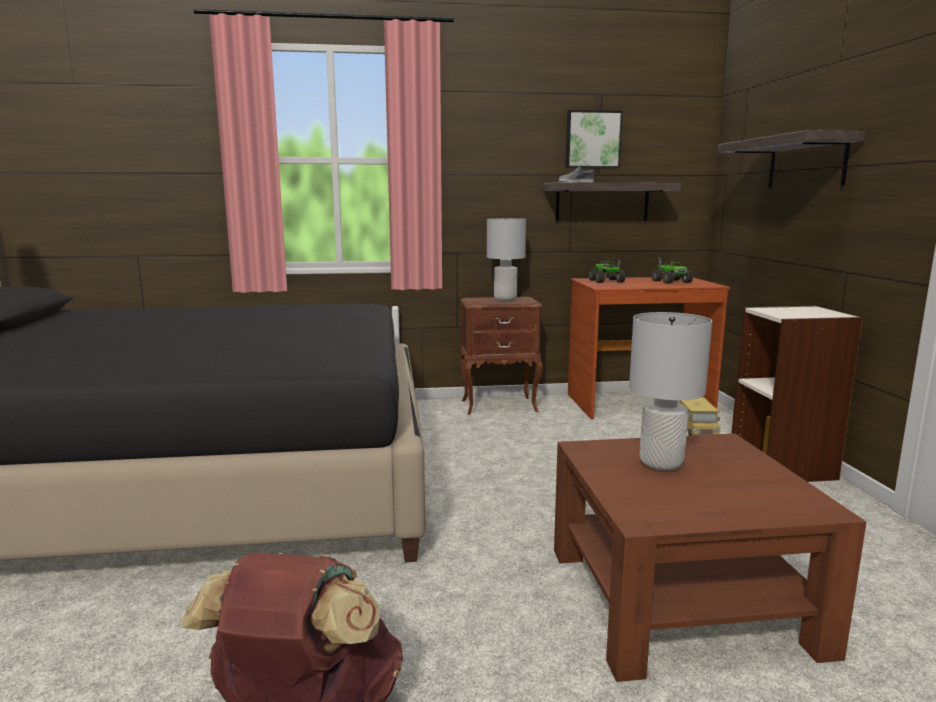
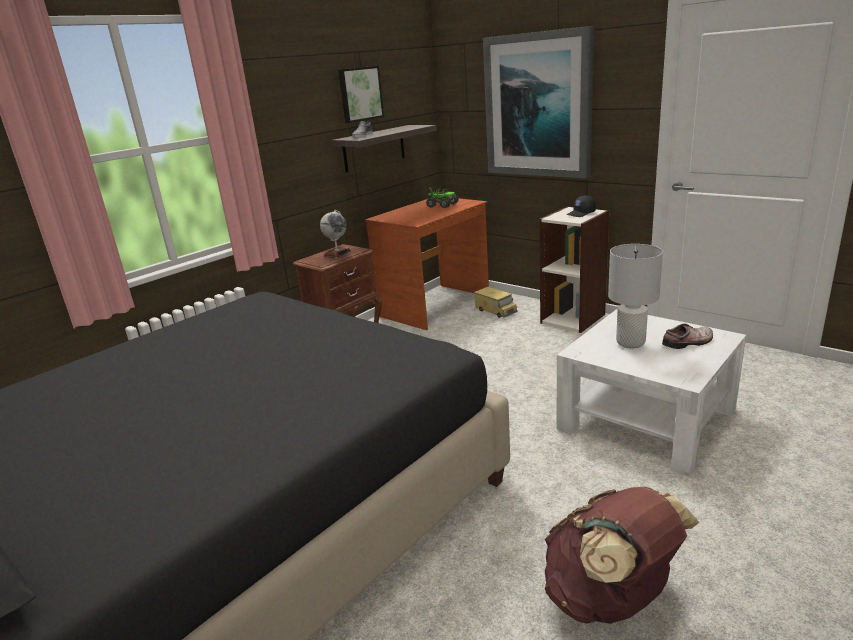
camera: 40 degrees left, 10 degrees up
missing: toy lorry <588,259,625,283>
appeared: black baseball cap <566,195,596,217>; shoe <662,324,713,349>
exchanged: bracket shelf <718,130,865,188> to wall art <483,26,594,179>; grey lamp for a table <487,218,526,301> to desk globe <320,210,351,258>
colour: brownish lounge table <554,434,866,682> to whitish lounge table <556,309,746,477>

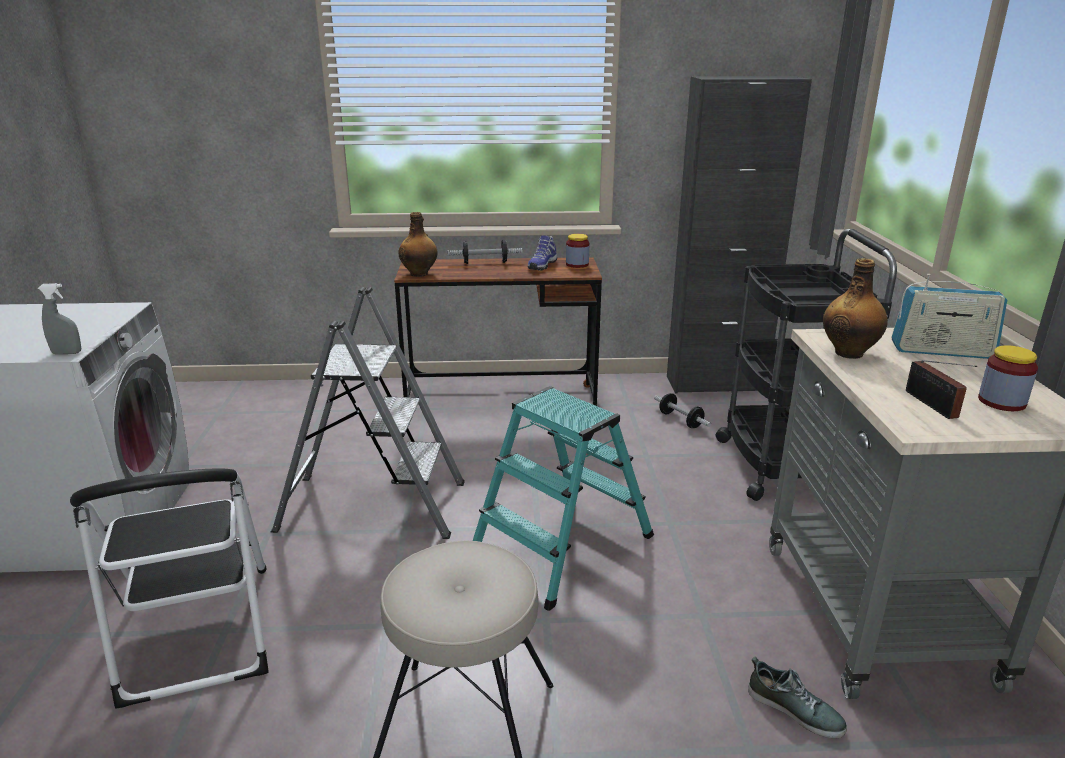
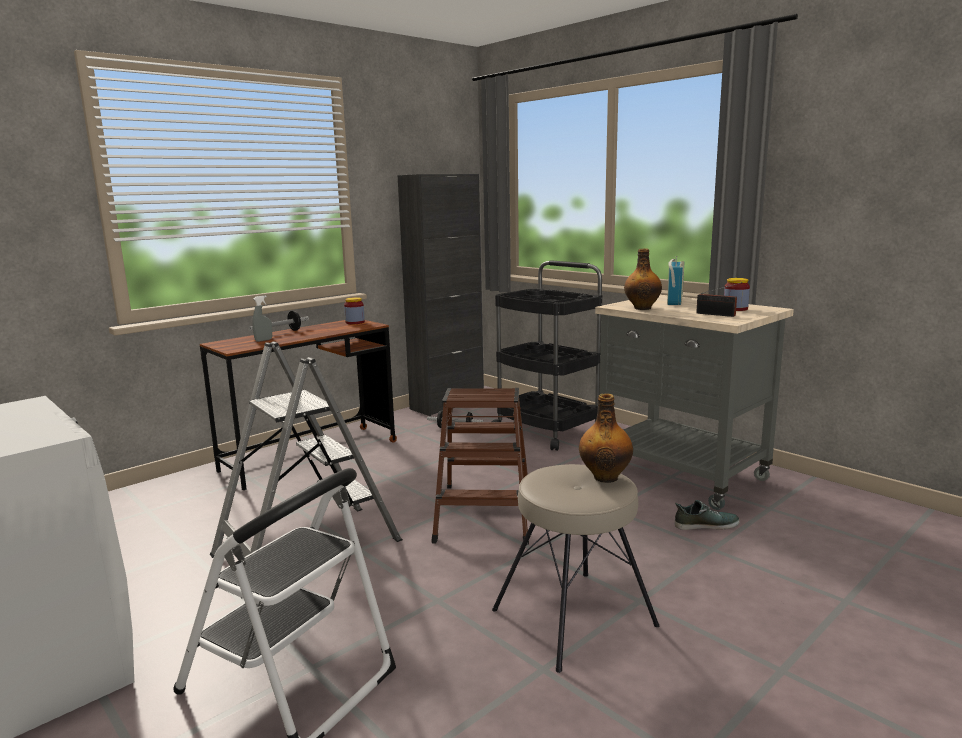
camera: 40 degrees left, 10 degrees down
missing: shoe <528,235,557,271>
relocated: beverage bottle <399,212,438,277> to <579,393,633,483>; grey hand sprayer <38,283,81,354> to <252,295,272,342>
colour: blue-green step ladder <473,386,654,611> to brownish step ladder <431,388,529,545>
spun: radio receiver <891,274,1007,359> = <667,256,685,305> 45 degrees counterclockwise

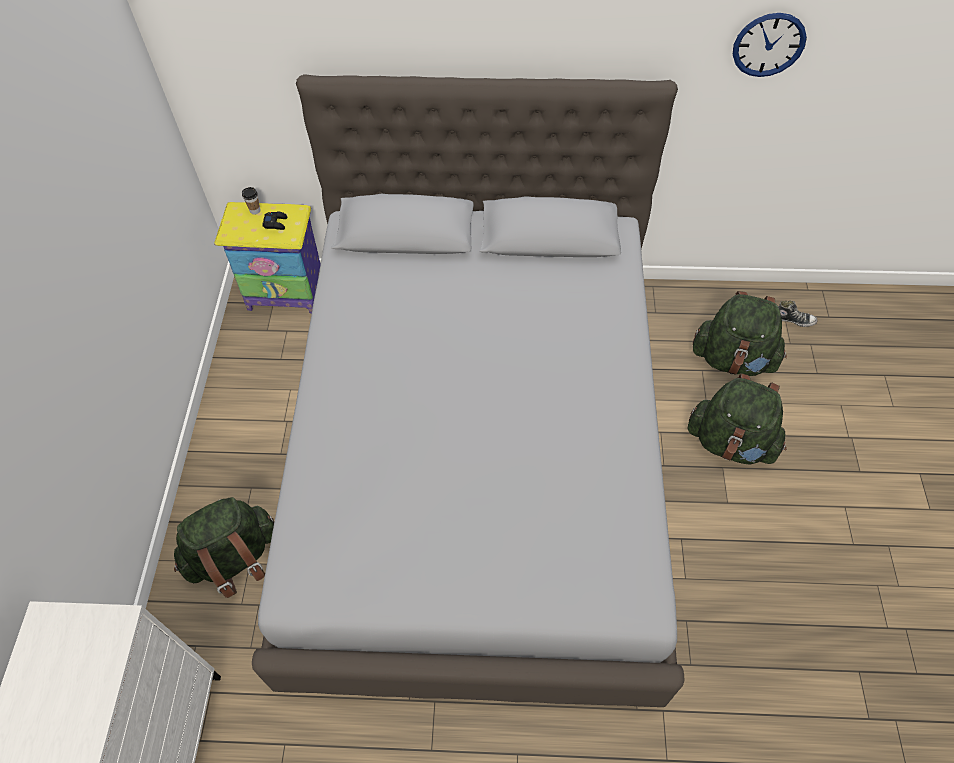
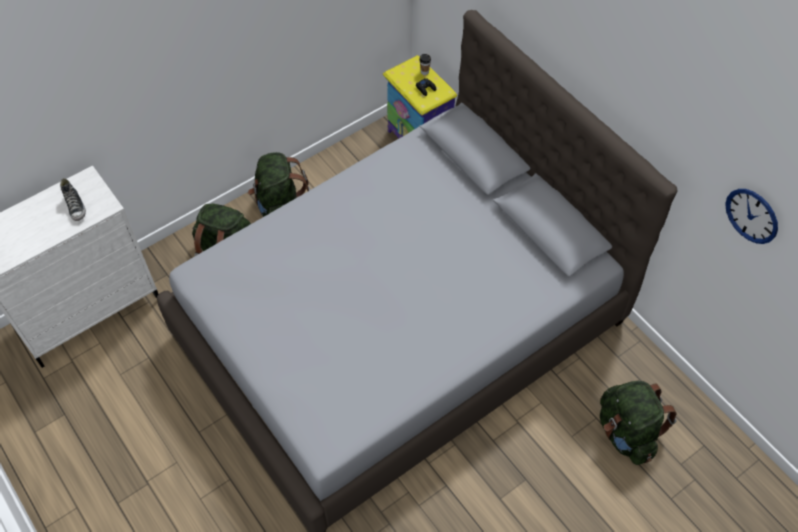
camera: 50 degrees right, 0 degrees up
relocated: shoe <778,301,818,327> to <60,178,86,221>; green-coloured backpack <688,373,787,465> to <248,152,310,217>

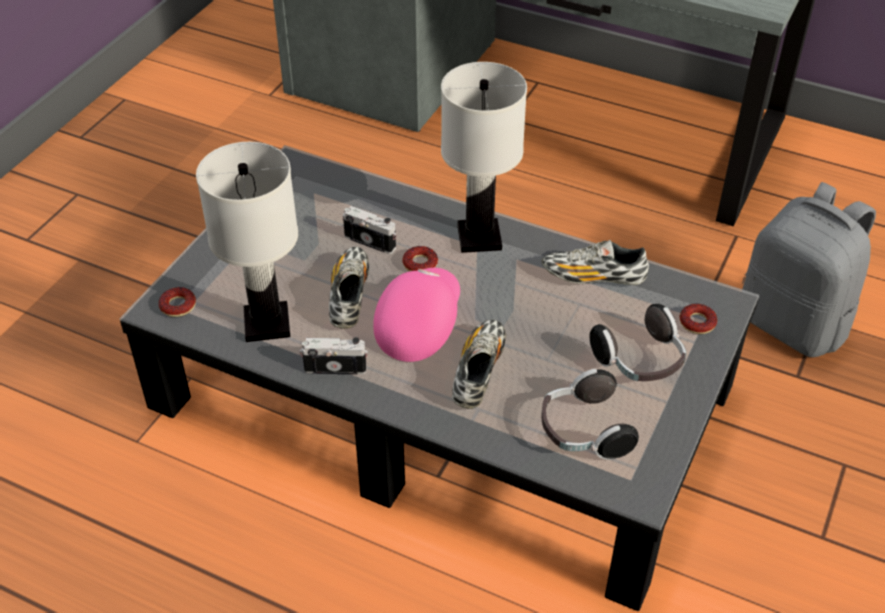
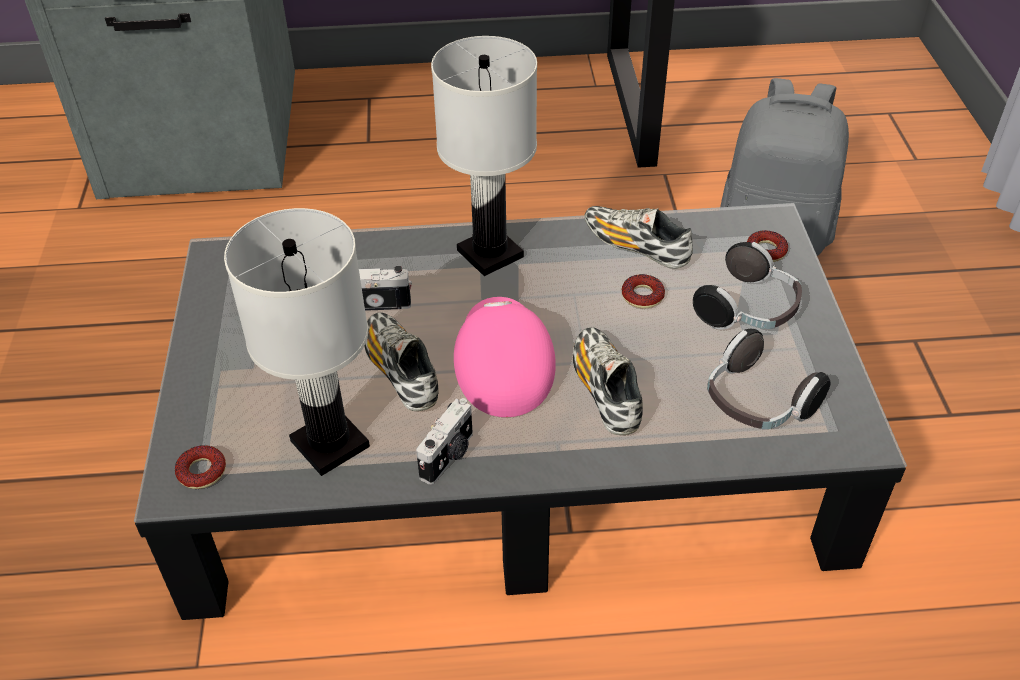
camera: 30 degrees left, 0 degrees up
relocated: donut <403,246,438,271> to <622,274,665,309>
spun: shoe <542,240,649,285> = <585,206,693,269> 60 degrees clockwise; photo camera <300,337,368,374> = <416,398,473,485> 150 degrees clockwise

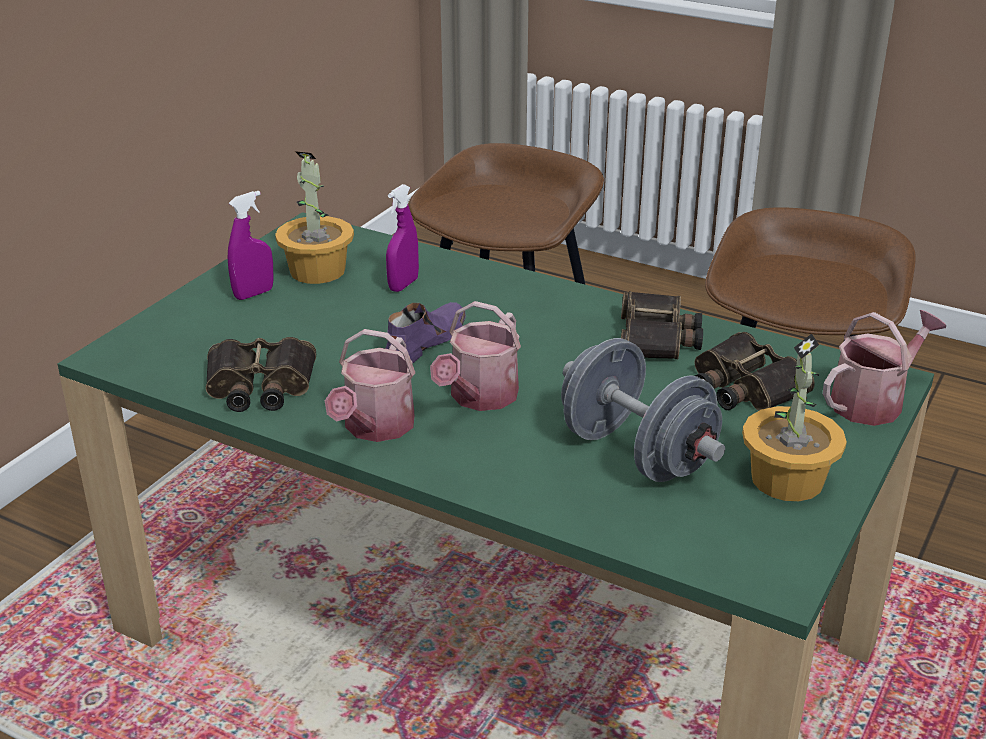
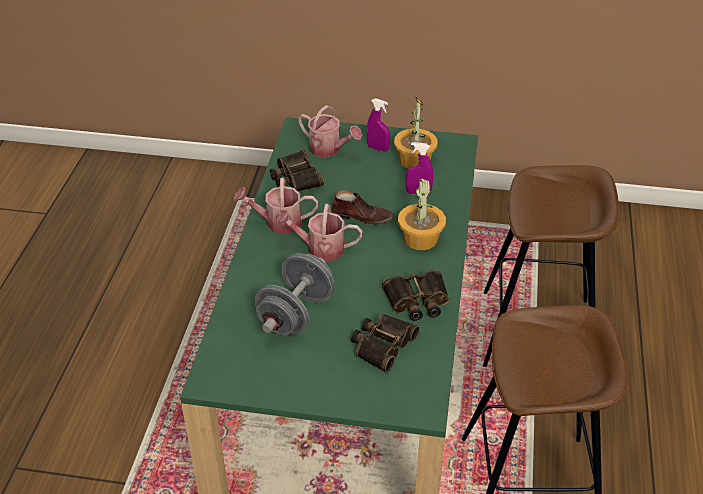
camera: 70 degrees right, 10 degrees up
relocated: watering pot <823,310,946,426> to <298,105,362,157>; potted plant <742,333,847,501> to <398,179,446,250>
colour: purple shoe <385,302,466,363> to brownish shoe <331,190,394,225>

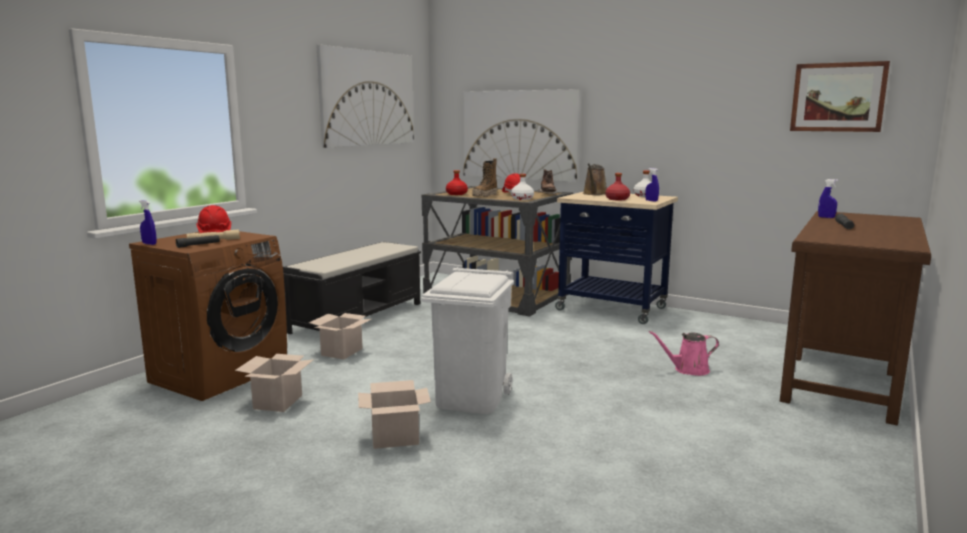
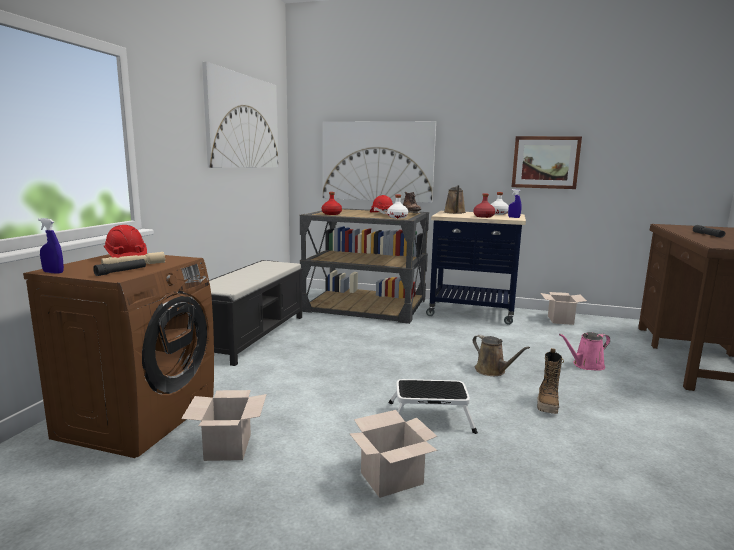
camera: 15 degrees left, 0 degrees up
missing: blue hand sprayer <818,179,838,218>
appeared: brownish watering pot <473,335,530,376>
relocated: wall art <790,61,890,132> to <512,136,582,189>; high-top boot <472,158,497,197> to <537,348,564,414>; carton <309,313,371,359> to <541,292,587,325>
exchanged: whitish trash can <421,267,514,414> to black step ladder <388,379,478,434>

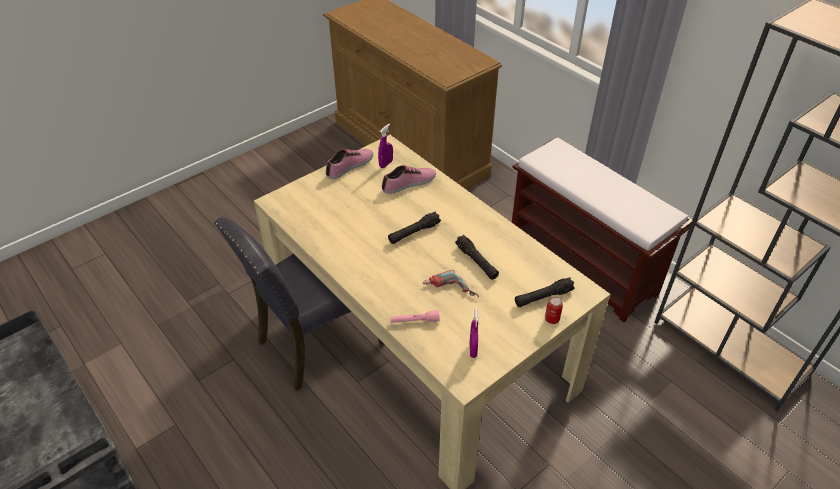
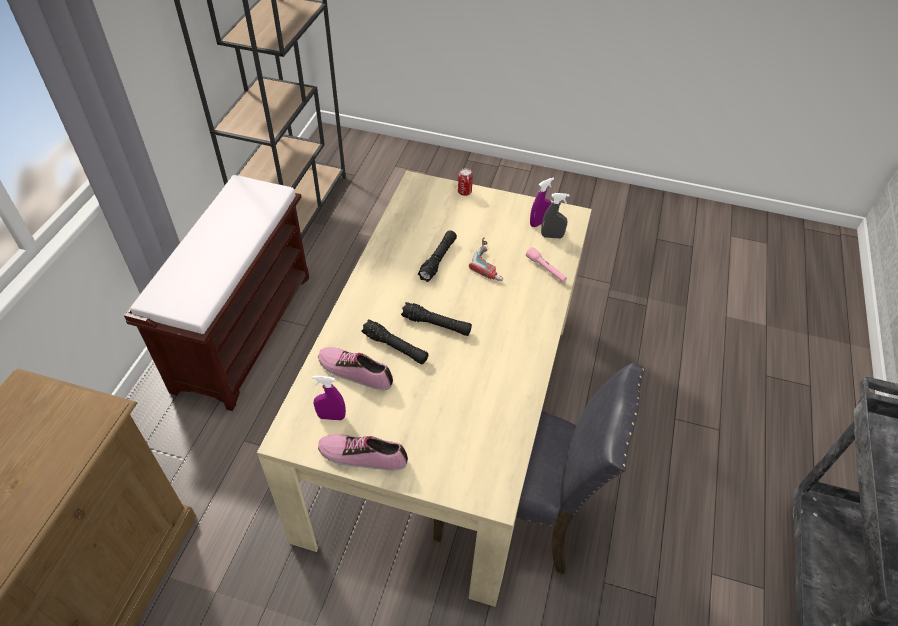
camera: 125 degrees left, 5 degrees up
appeared: grey hand sprayer <541,193,570,239>
relocated: black flashlight <515,277,575,307> to <361,319,429,364>

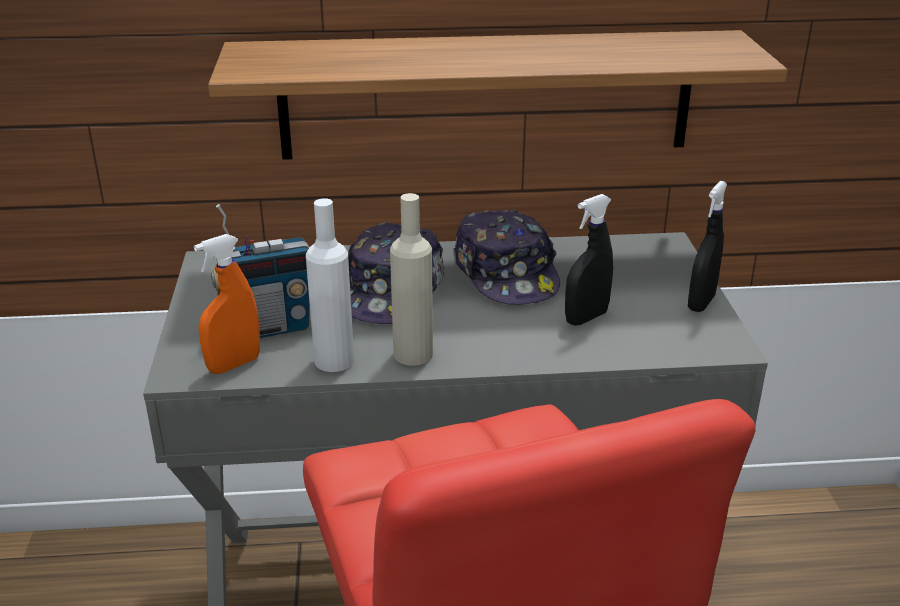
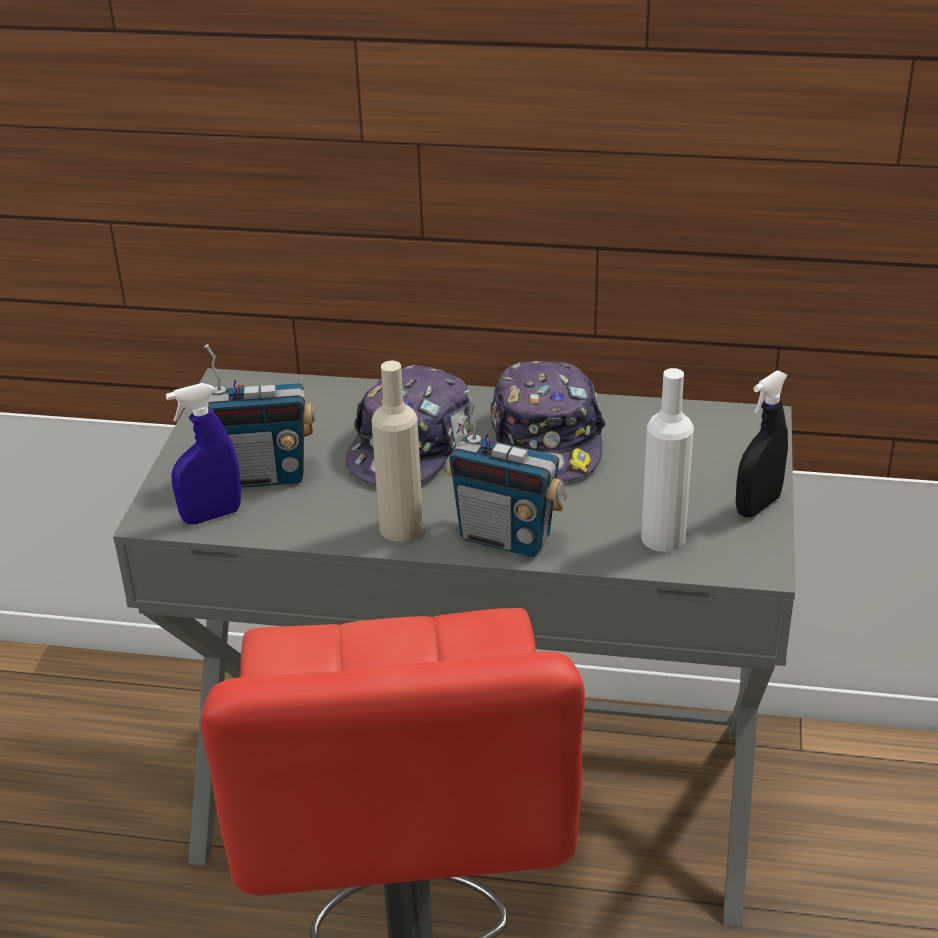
camera: 15 degrees right, 5 degrees up
missing: bracket shelf <208,30,788,160>; black hand sprayer <565,194,613,325>
appeared: radio receiver <445,390,567,557>
relocated: whitish beverage bottle <306,198,354,372> to <641,368,694,552>
colour: orange hand sprayer <194,234,260,374> to blue hand sprayer <166,383,241,524>

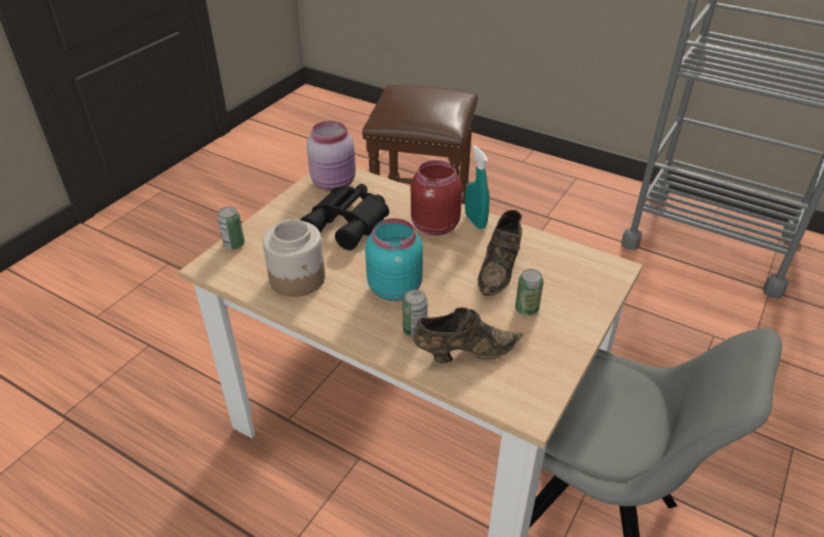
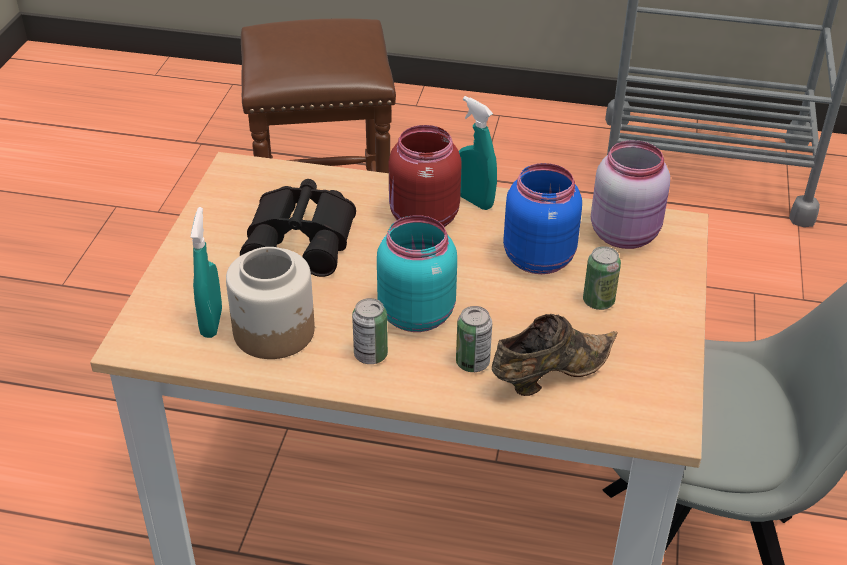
camera: 20 degrees left, 0 degrees up
appeared: blue-green hand sprayer <190,207,222,338>
relocated: pinkish preserve jar <307,121,356,191> to <591,140,670,249>; sealed can <217,207,245,249> to <352,298,388,364>
exchanged: brownish shoe <477,210,522,296> to blue preserve jar <503,163,582,274>

